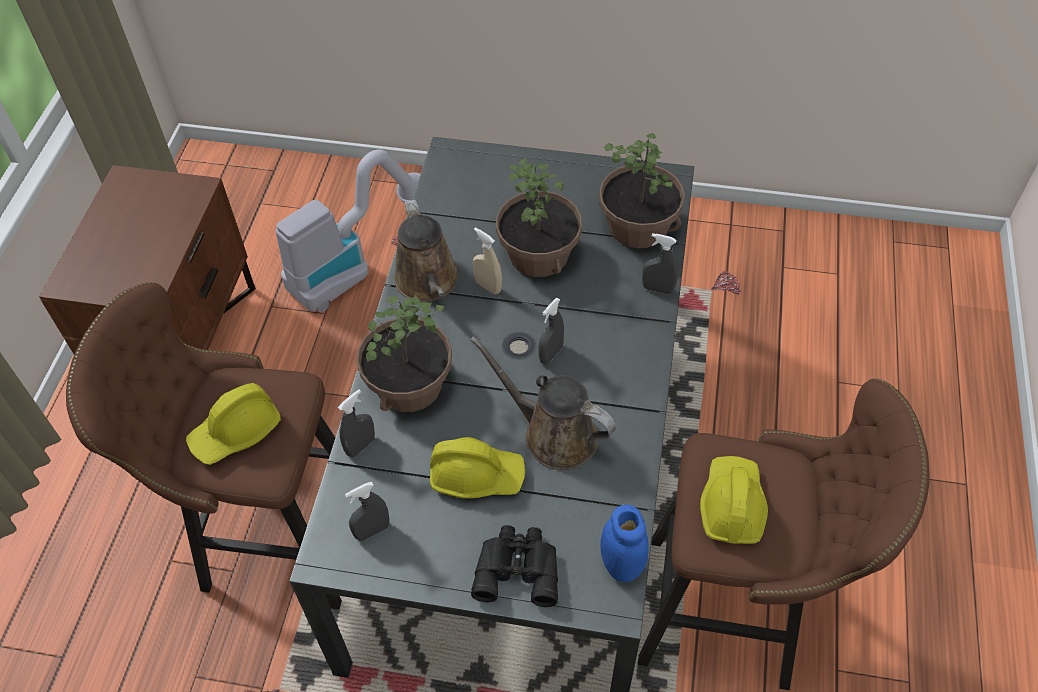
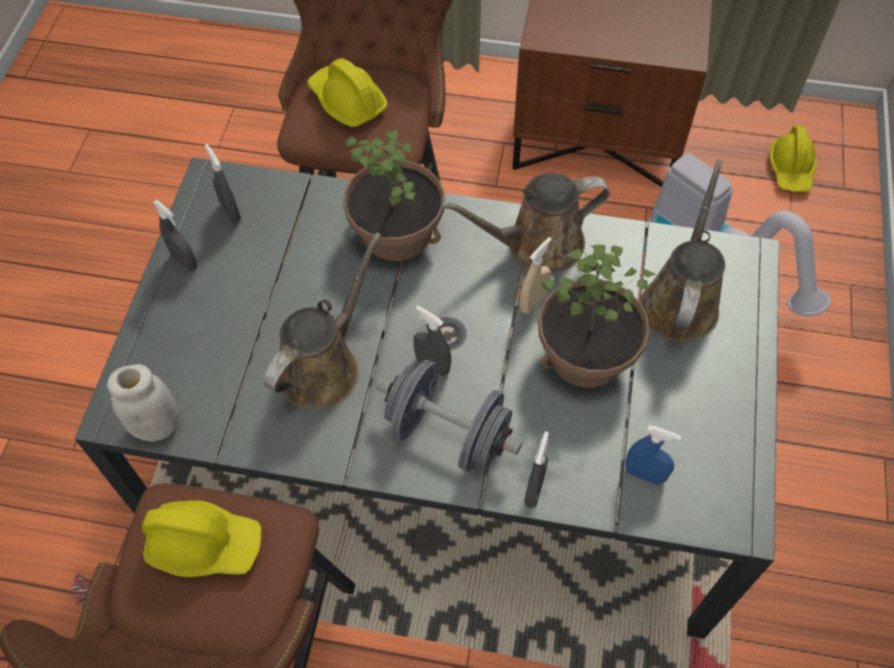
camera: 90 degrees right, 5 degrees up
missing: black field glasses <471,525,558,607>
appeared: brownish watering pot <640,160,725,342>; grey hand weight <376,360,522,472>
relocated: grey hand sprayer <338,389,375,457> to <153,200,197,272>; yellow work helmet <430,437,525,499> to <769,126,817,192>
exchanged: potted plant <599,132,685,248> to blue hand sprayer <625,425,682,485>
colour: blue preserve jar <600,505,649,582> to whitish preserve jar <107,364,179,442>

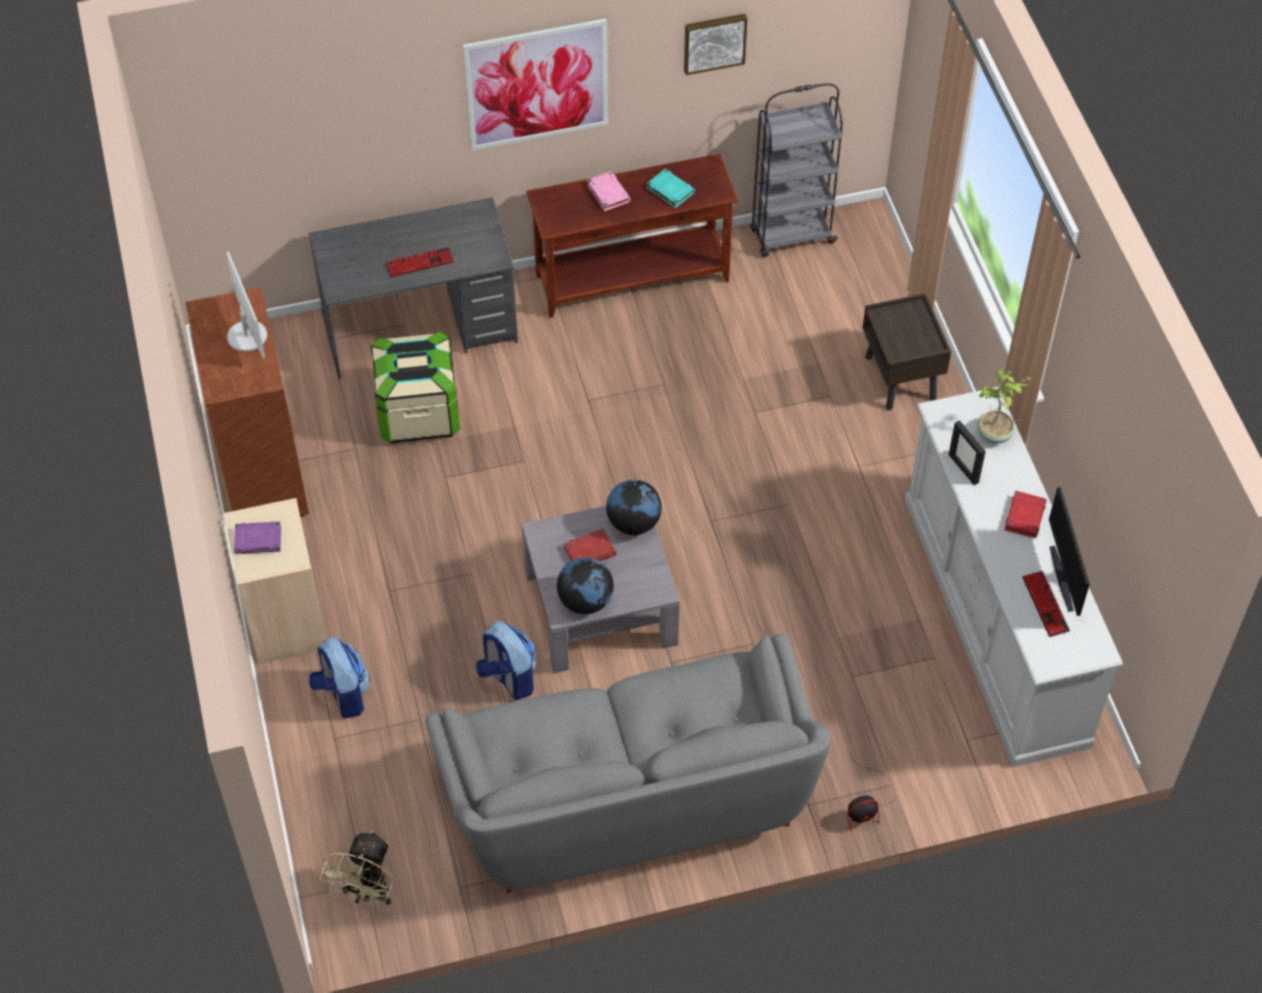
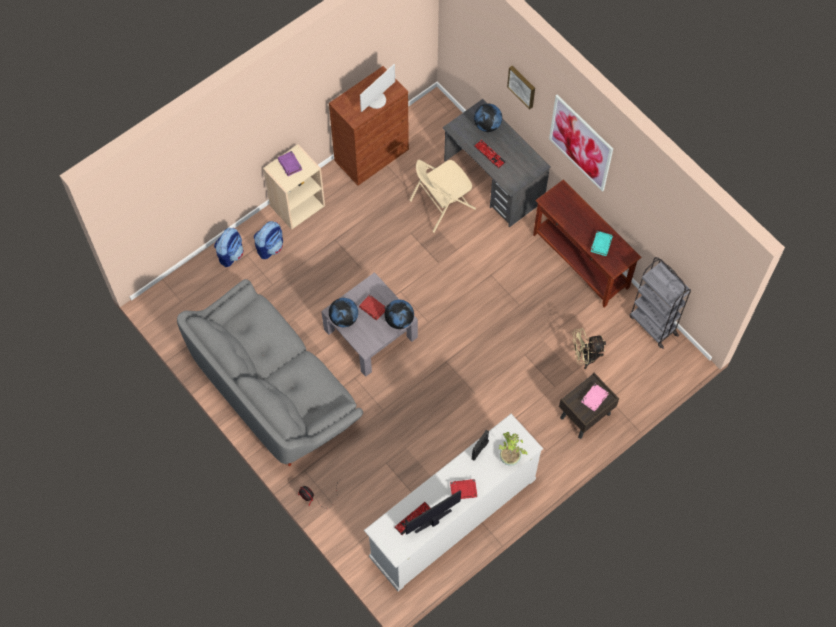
camera: 65 degrees right, 10 degrees up
appeared: desk globe <474,103,502,132>
relocated: wall art <684,14,747,75> to <507,66,535,109>; pinkish volume <587,171,631,211> to <581,383,609,411>; backpack <476,621,536,700> to <214,228,244,267>; sand-coloured fan <320,830,395,906> to <572,328,606,369>
exchanged: storage box <371,331,460,444> to sand-coloured plain chair <410,160,476,233>

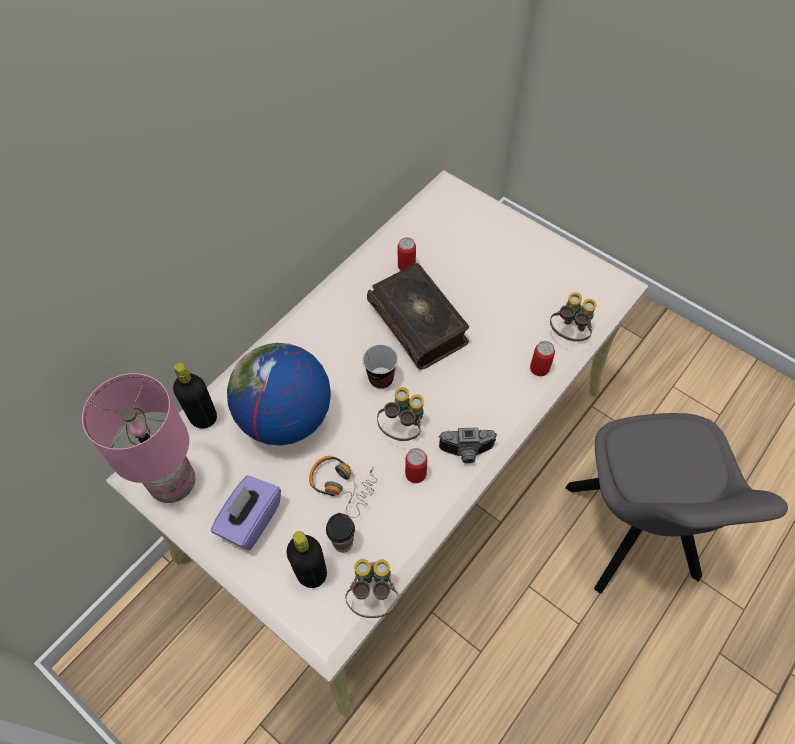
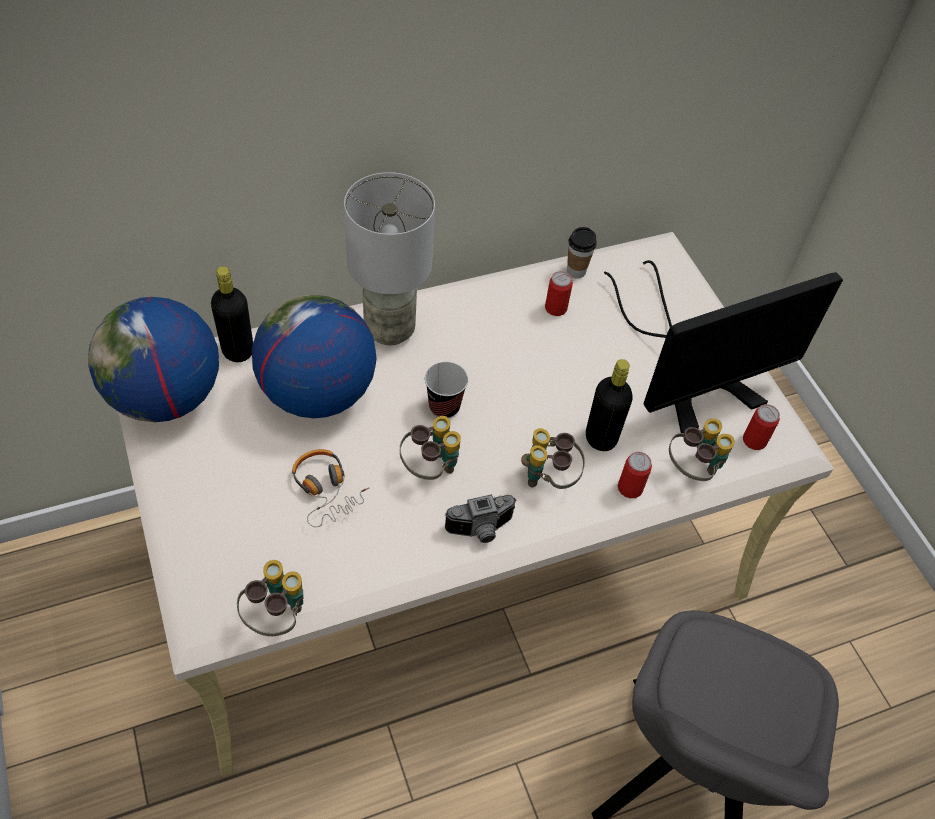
camera: 25 degrees right, 5 degrees down
missing: volume <367,263,469,370>; purple tissue box <211,475,281,550>
appeared: grey lamp for a table <344,172,435,346>; computer screen <604,260,843,433>; field glasses <521,428,585,489>
relocated: sealed can <405,448,427,483> to <743,404,780,450>; cup <326,513,355,553> to <567,227,597,279>; black beverage bottle <287,531,327,588> to <586,359,633,451>
exchanged: pinkish lamp for a table <82,373,196,503> to desk globe <88,297,219,422>
spun: photo camera <439,427,497,464> = <445,494,516,543> 45 degrees counterclockwise

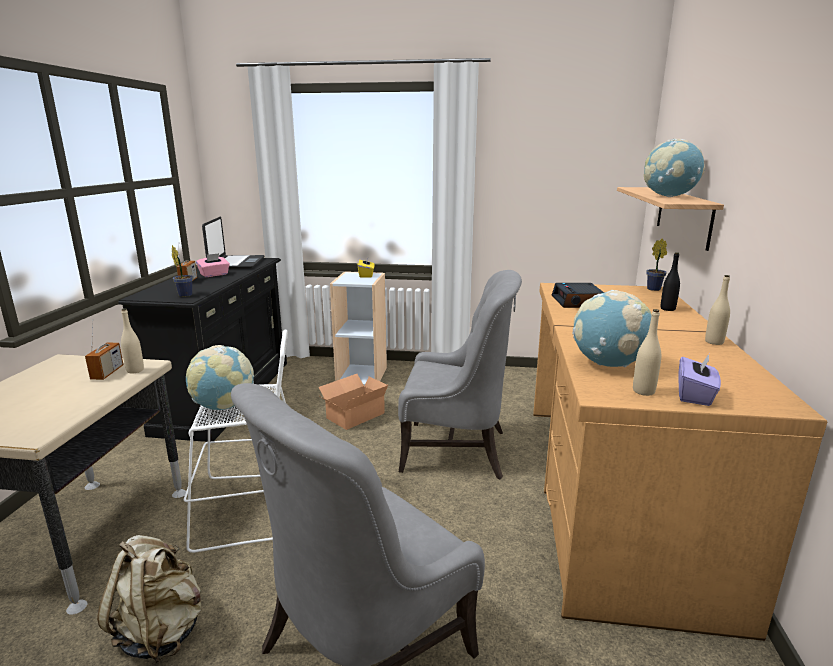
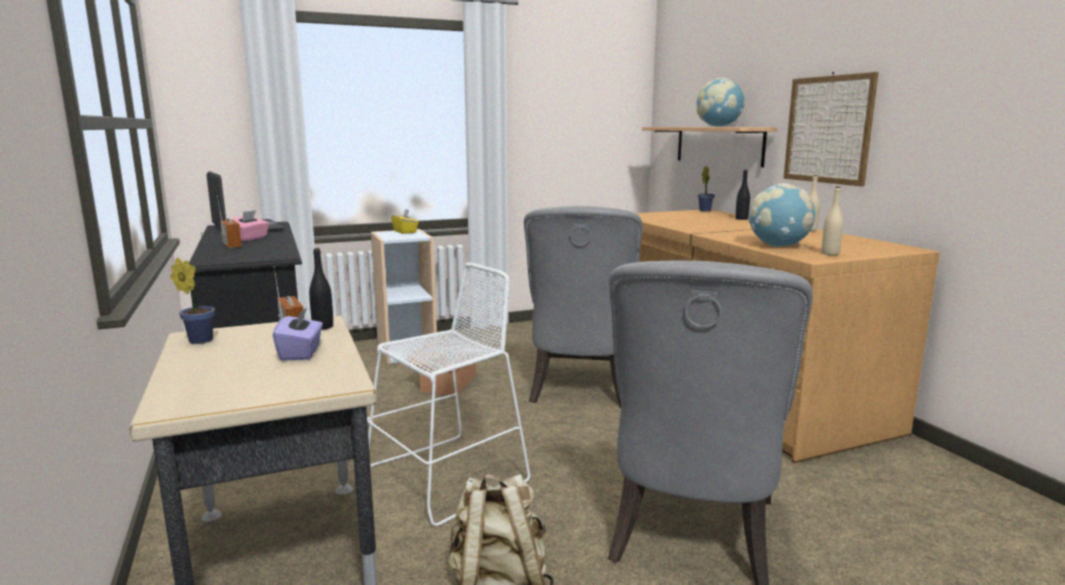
camera: 30 degrees left, 5 degrees down
missing: table clock <552,283,604,308>; desk globe <186,345,254,410>
appeared: wall art <784,72,879,186>
relocated: potted plant <172,245,193,297> to <170,258,215,344>; purple tissue box <678,354,721,406> to <273,307,323,361>
colour: sand-coloured beverage bottle <121,309,144,373> to black beverage bottle <309,248,333,330>
spun: grey plain chair <398,270,522,479> = <524,206,643,408> 120 degrees clockwise

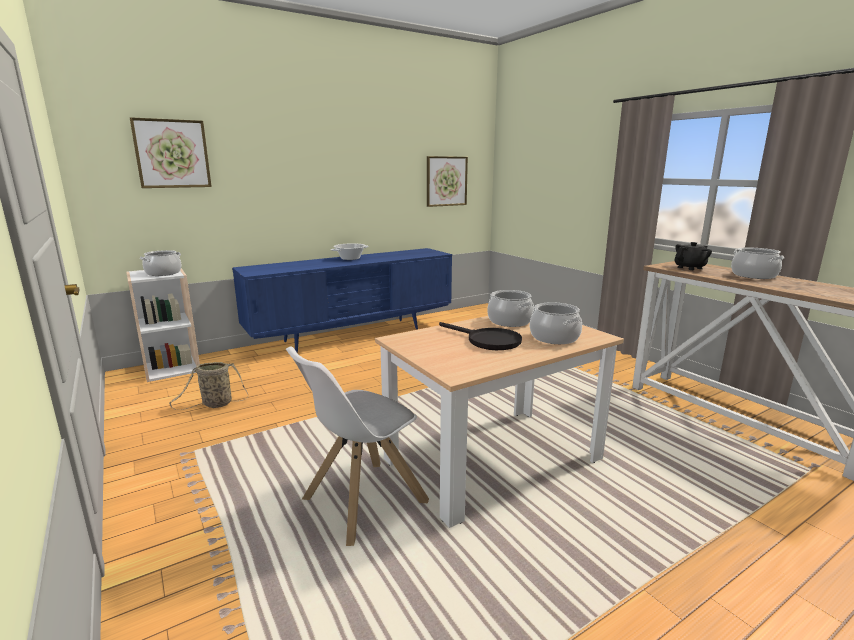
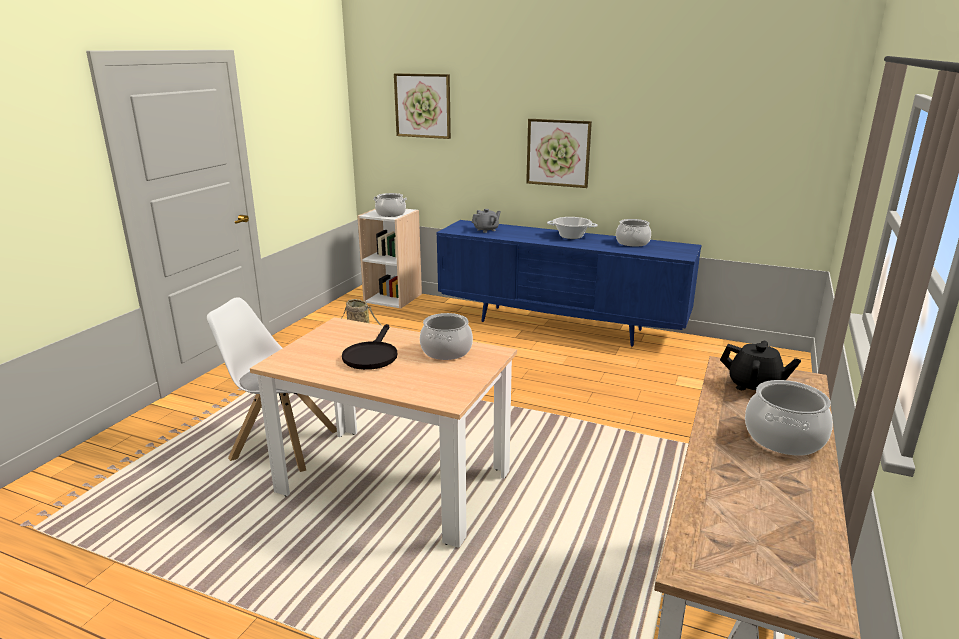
camera: 55 degrees right, 5 degrees up
appeared: grey tea pot <472,209,501,233>
relocated: wall art <427,156,468,207> to <526,119,592,188>; stockpot <530,302,582,344> to <616,219,651,247>

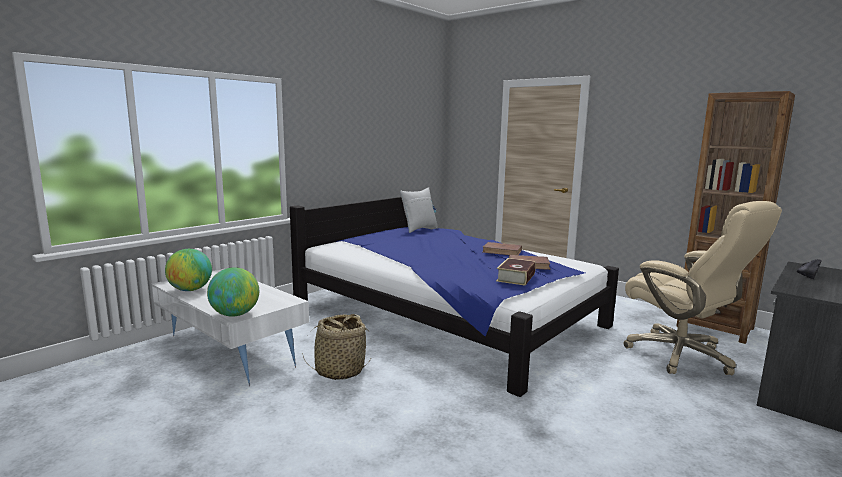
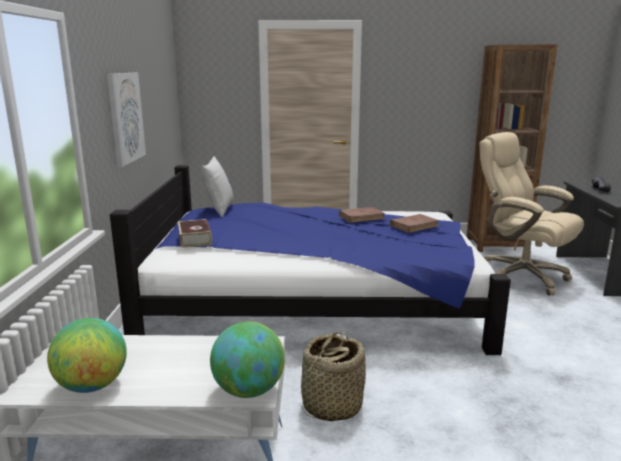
camera: 40 degrees left, 5 degrees up
appeared: wall art <107,73,146,167>
relocated: volume <496,258,536,286> to <178,219,212,248>
spun: sand-coloured office chair <624,201,782,375> = <480,132,584,296> 150 degrees counterclockwise

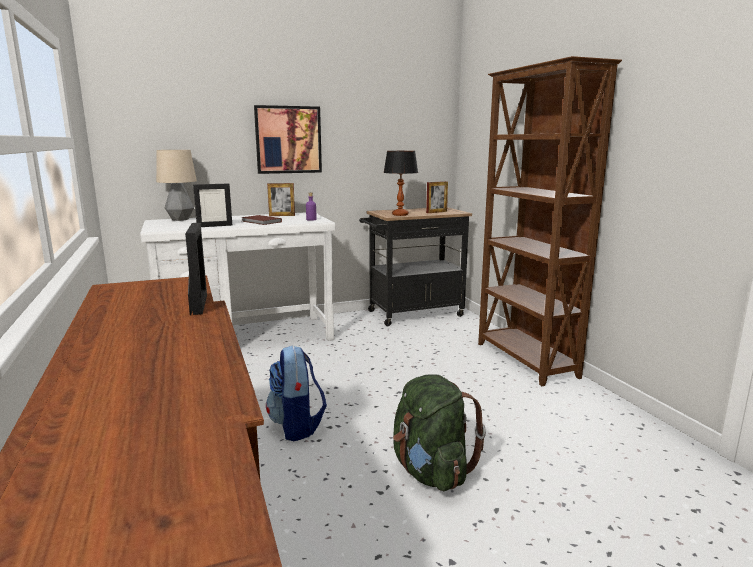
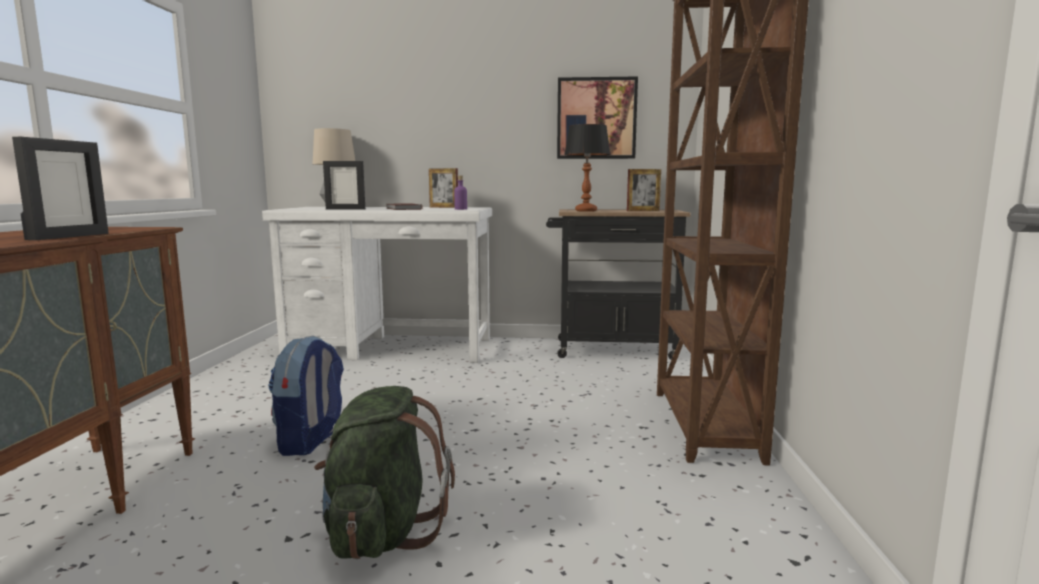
camera: 25 degrees right, 5 degrees down
relocated: wall art <254,105,322,174> to <557,76,638,159>

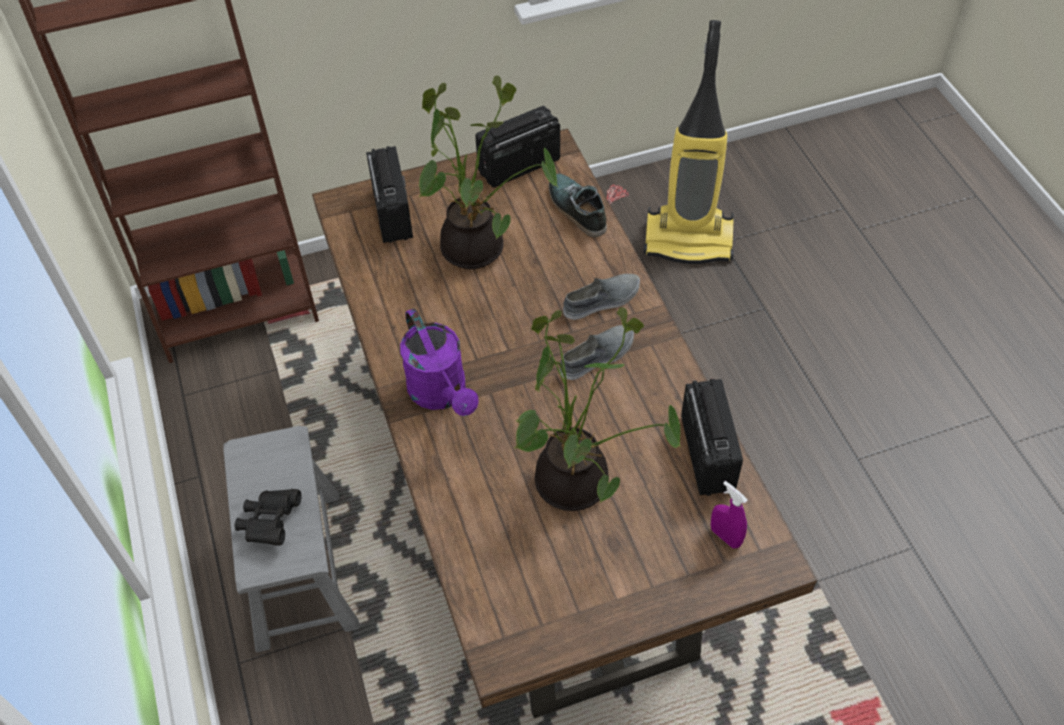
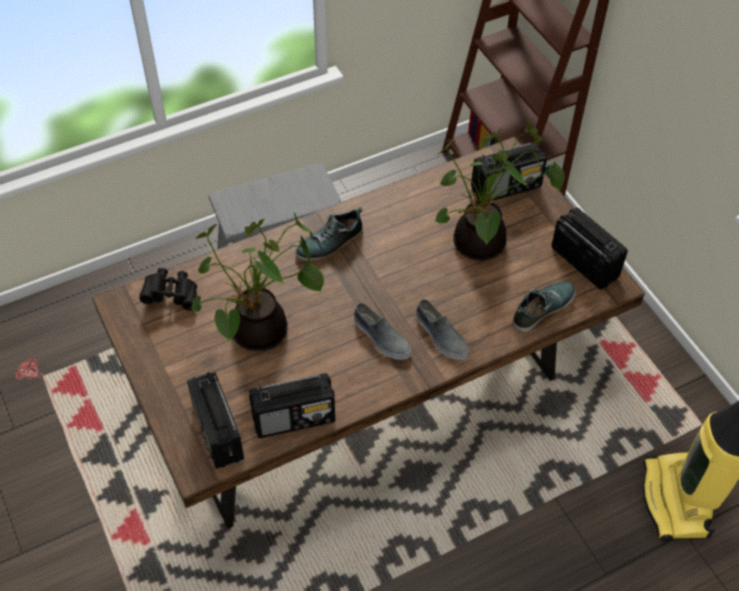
camera: 80 degrees right, 0 degrees up
relocated: black field glasses <235,489,301,545> to <139,268,197,310>
exchanged: purple watering pot <400,308,479,416> to shoe <295,207,363,261>; purple hand sprayer <711,481,748,548> to radio receiver <187,372,244,469>

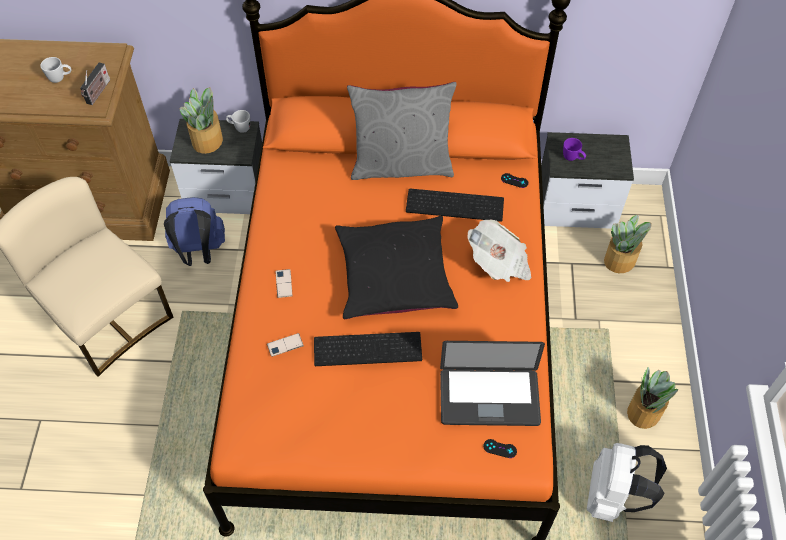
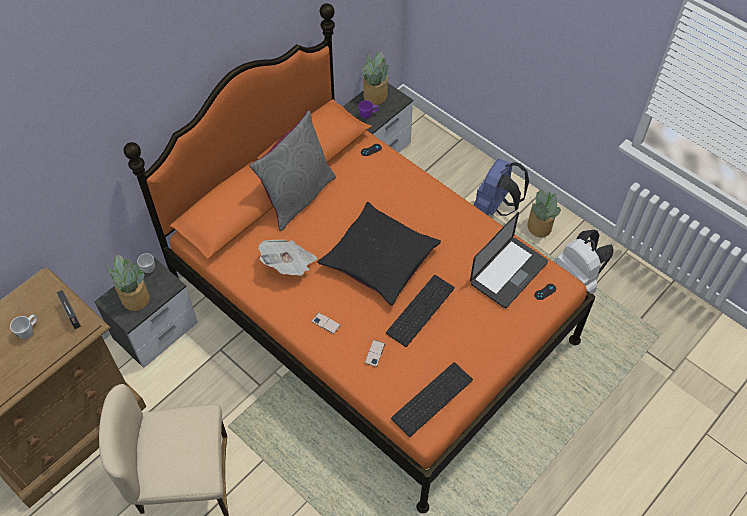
camera: 50 degrees left, 0 degrees up
relocated: keyboard <406,189,504,222> to <391,362,473,437>; blue backpack <164,197,225,266> to <474,159,529,216>; potted plant <604,214,652,273> to <361,52,388,105>; daily paper <467,219,532,282> to <258,240,317,276>

